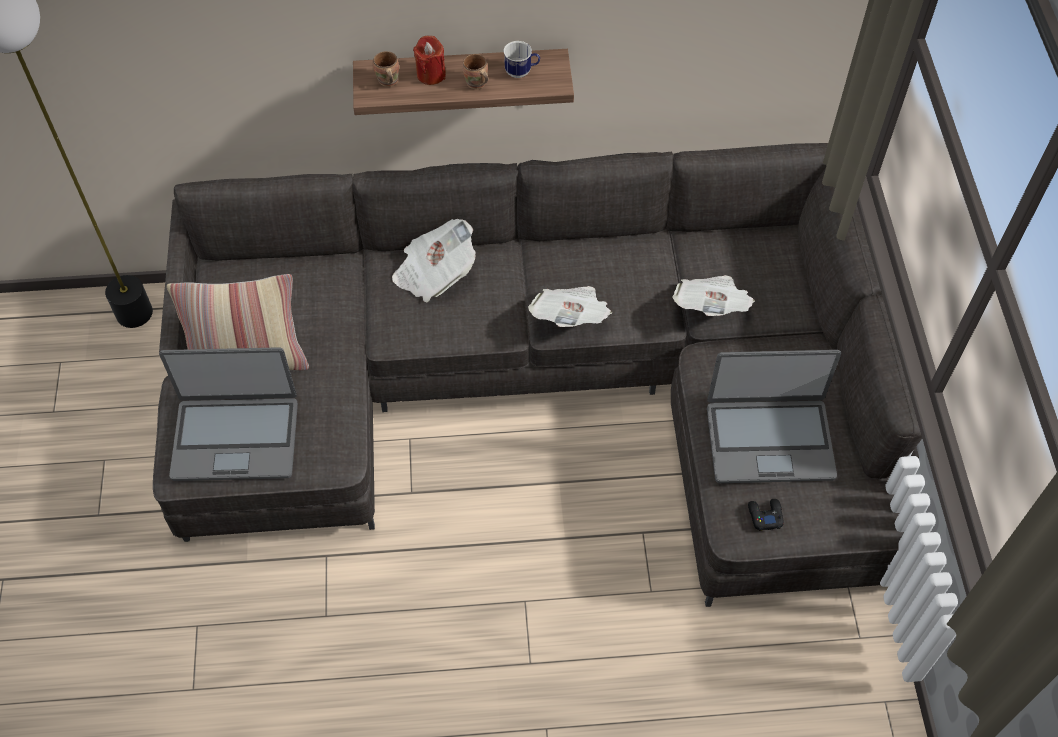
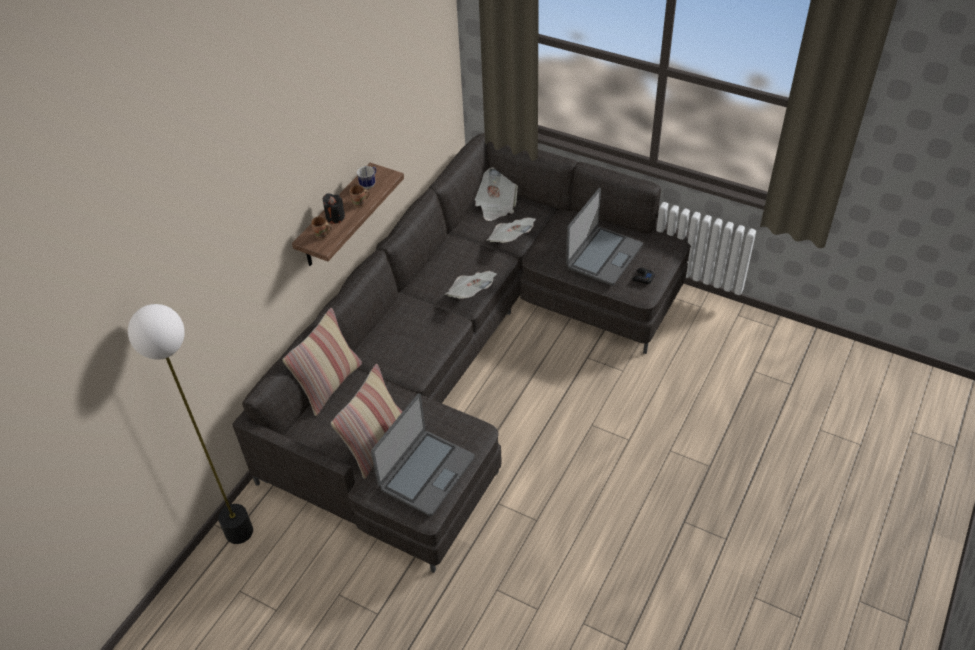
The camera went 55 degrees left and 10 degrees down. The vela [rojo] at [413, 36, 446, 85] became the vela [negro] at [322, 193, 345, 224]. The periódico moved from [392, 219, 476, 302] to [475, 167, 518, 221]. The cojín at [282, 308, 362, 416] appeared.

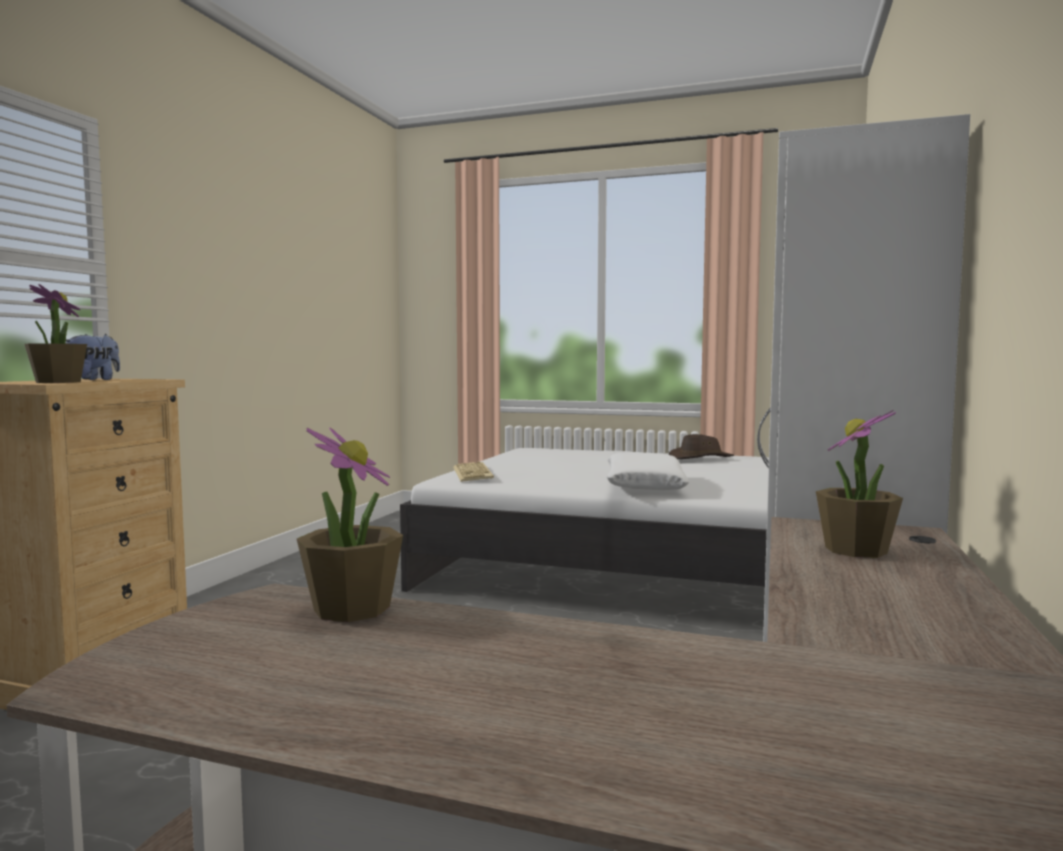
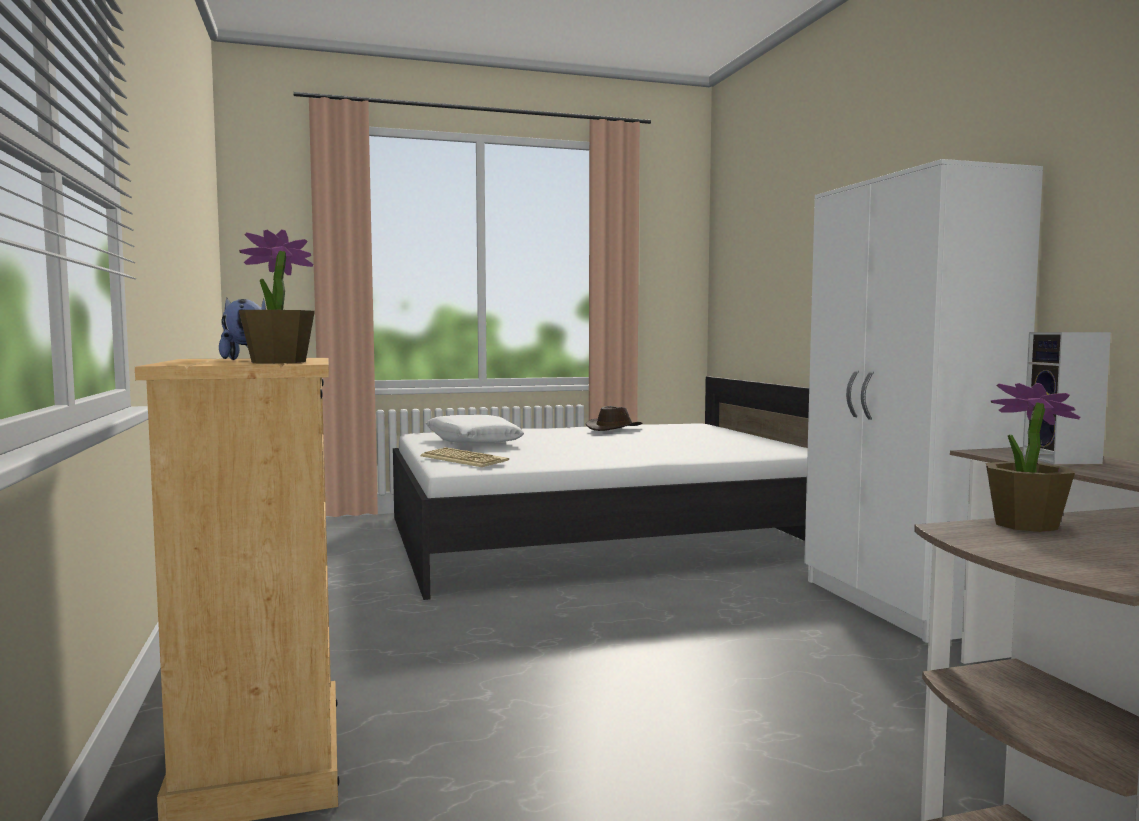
The camera went 35 degrees left and 0 degrees up. The planta en maceta at [816, 410, 903, 558] was replaced by the altavoz at [1023, 332, 1111, 465]. The cojín [blanco] moved from [607, 452, 689, 490] to [426, 415, 524, 443].

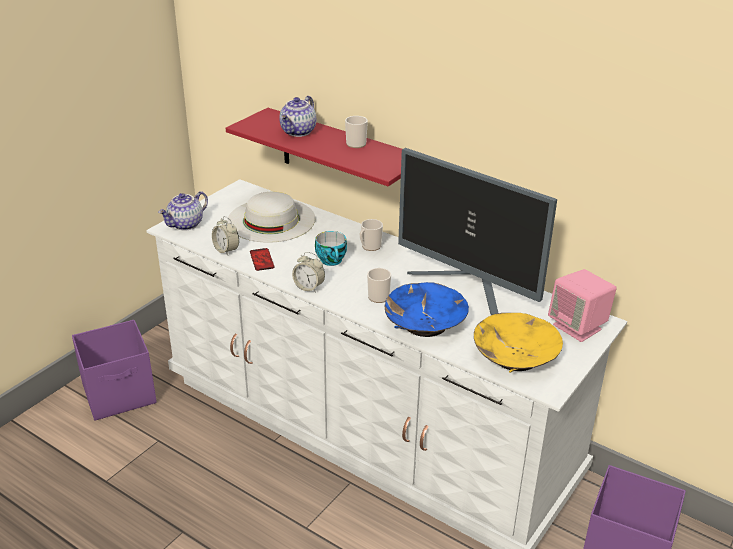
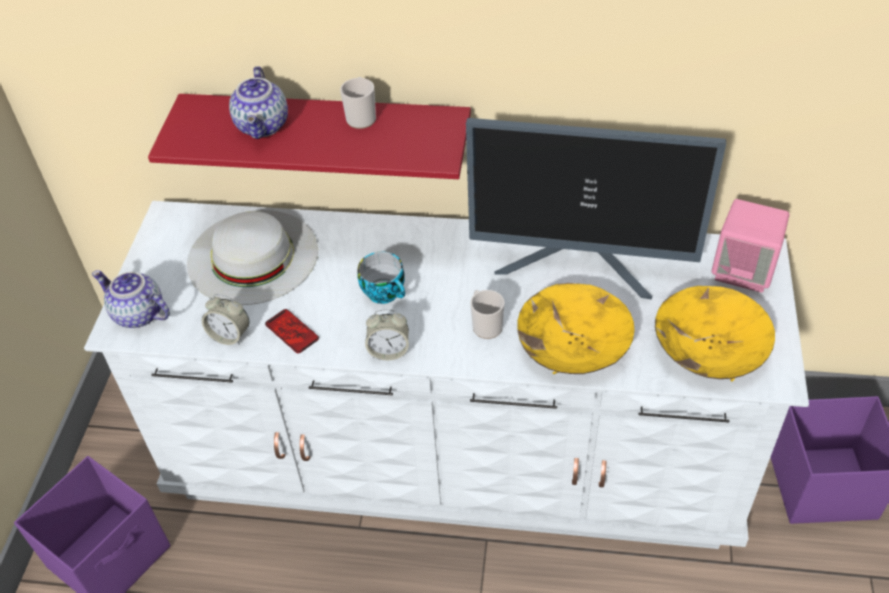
The camera went 25 degrees left and 15 degrees up. The tetera at [158, 191, 208, 231] turned 105 degrees clockwise. The taza grande at [360, 219, 383, 251] disappeared. The cuenco [azul] at [385, 282, 469, 337] became the cuenco [amarillo] at [517, 283, 635, 374].

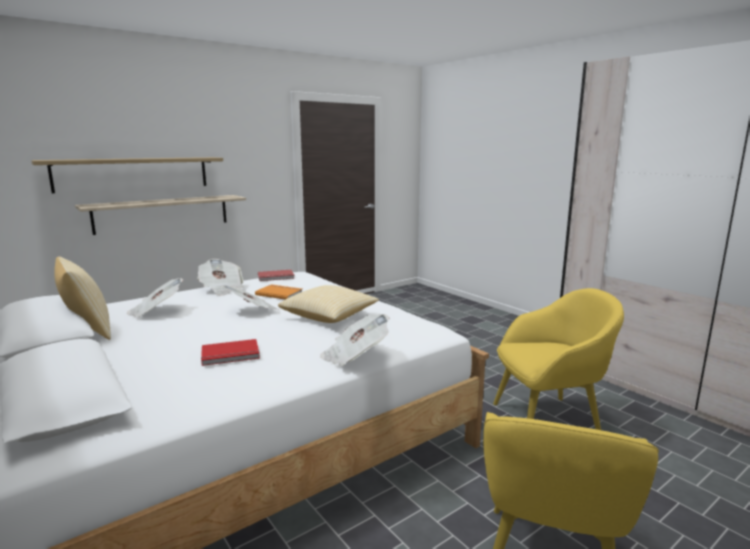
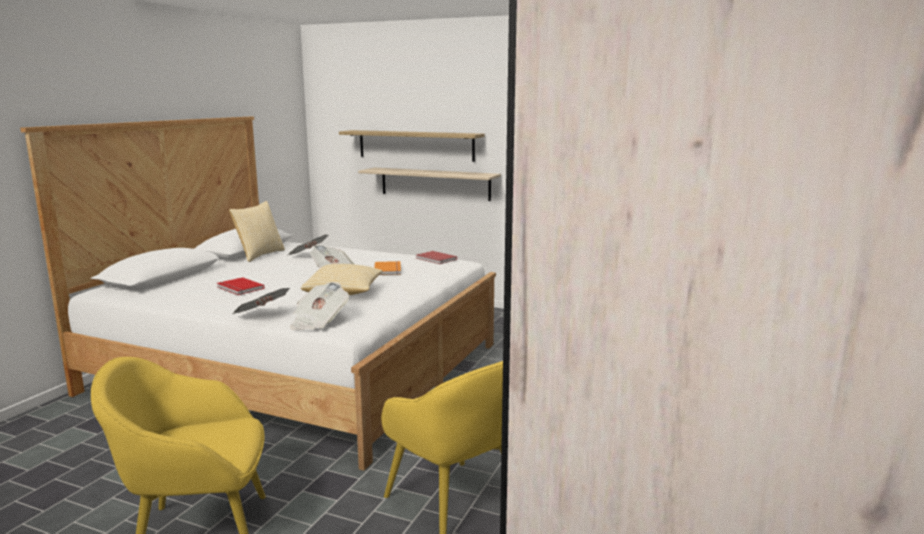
The camera went 60 degrees right and 0 degrees up. The periódico moved from [197, 259, 244, 296] to [290, 282, 349, 330].

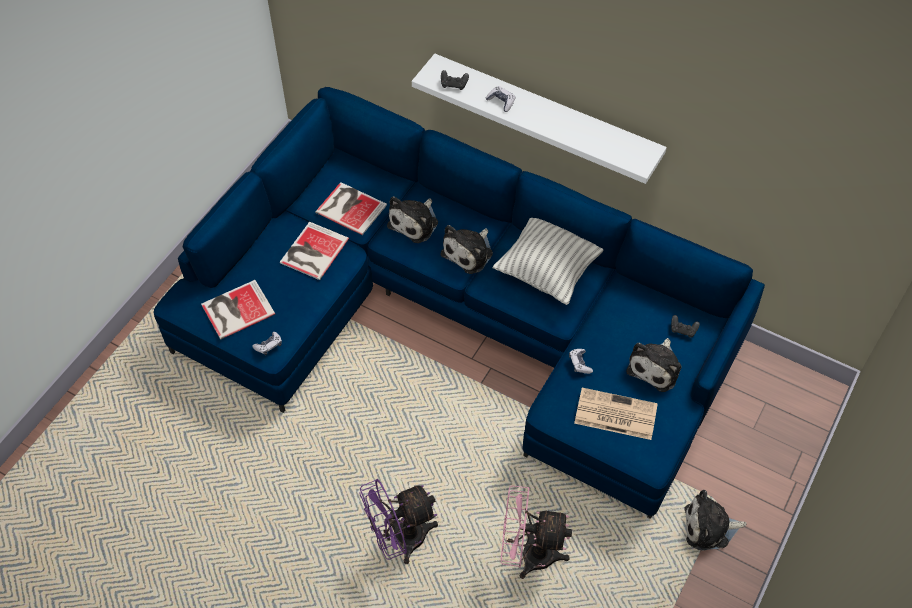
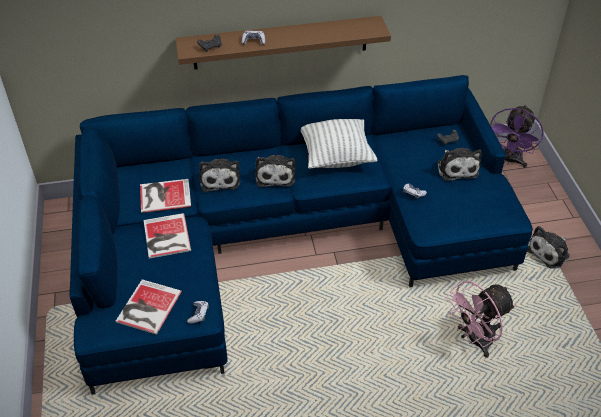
The camera went 40 degrees left and 10 degrees down. The estante [blanco] at [412, 54, 667, 184] became the estante [marrón] at [175, 16, 391, 70]. The periódico at [574, 388, 658, 440] disappeared. The ventilador [morado] moved from [359, 479, 438, 564] to [490, 105, 544, 168].

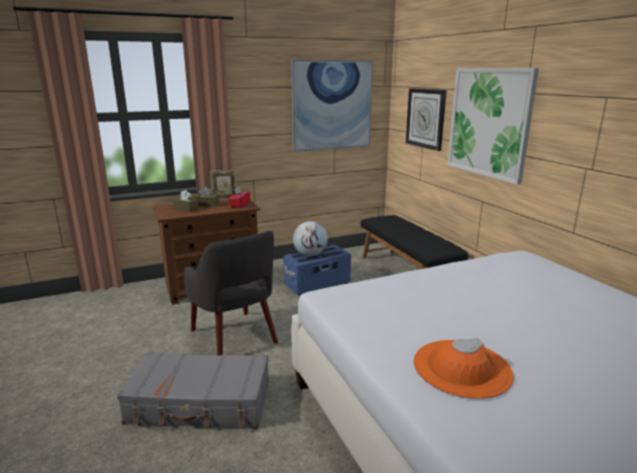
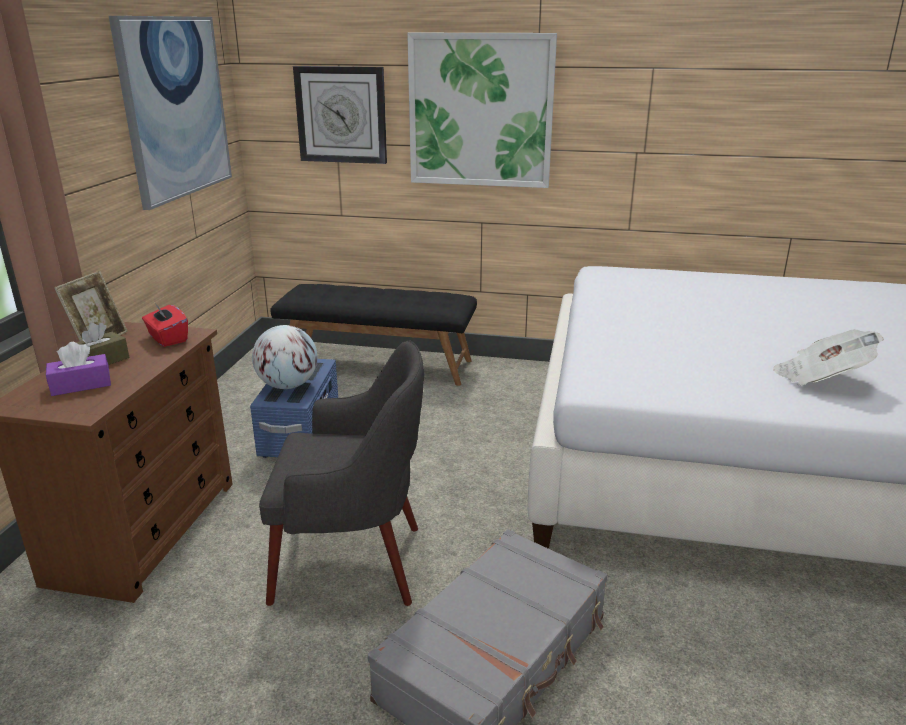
The camera went 55 degrees left and 5 degrees up. The caja de pañuelos [marrón] at [173, 190, 199, 212] became the caja de pañuelos [morado] at [46, 342, 111, 396]. The sombrero [naranja] at [414, 338, 514, 399] was replaced by the periódico at [773, 329, 884, 386].

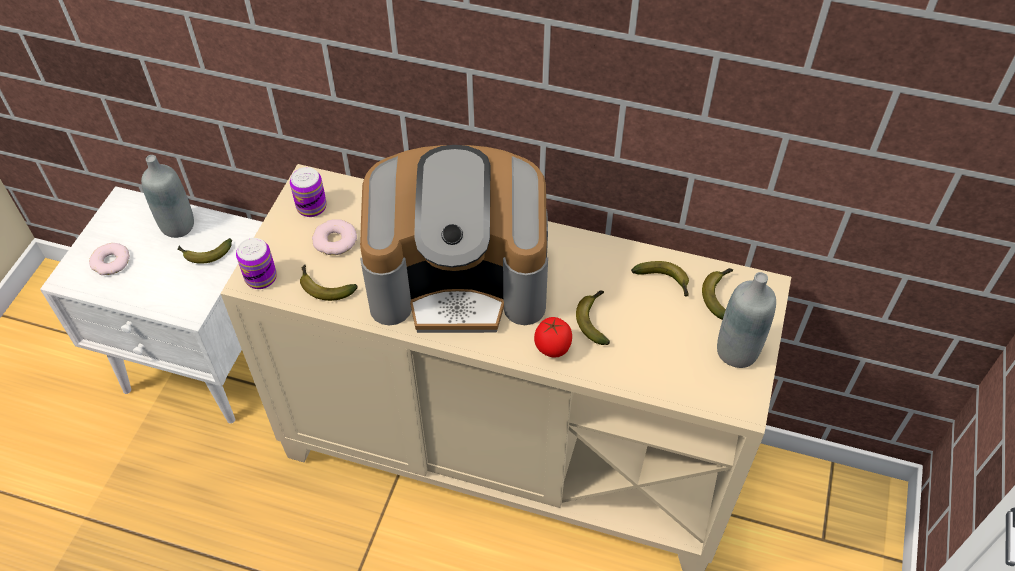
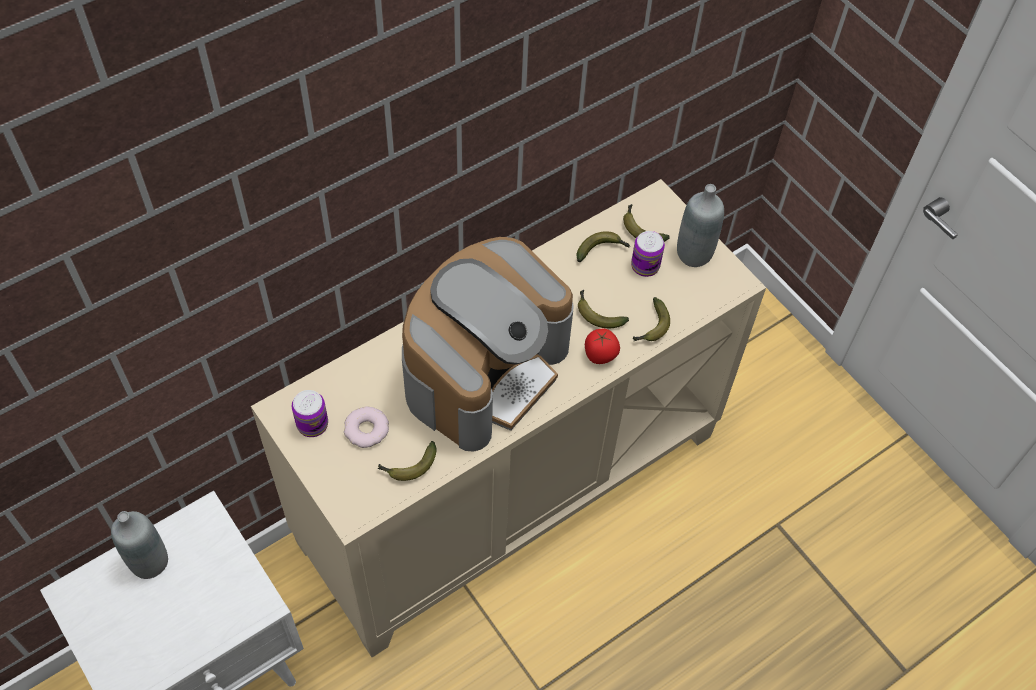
The camera went 55 degrees left and 5 degrees up. The plátano moved from [178, 238, 232, 264] to [633, 297, 670, 341]. The lata moved from [236, 238, 277, 289] to [631, 231, 665, 277]. The rosquilla at [89, 243, 130, 275] disappeared.

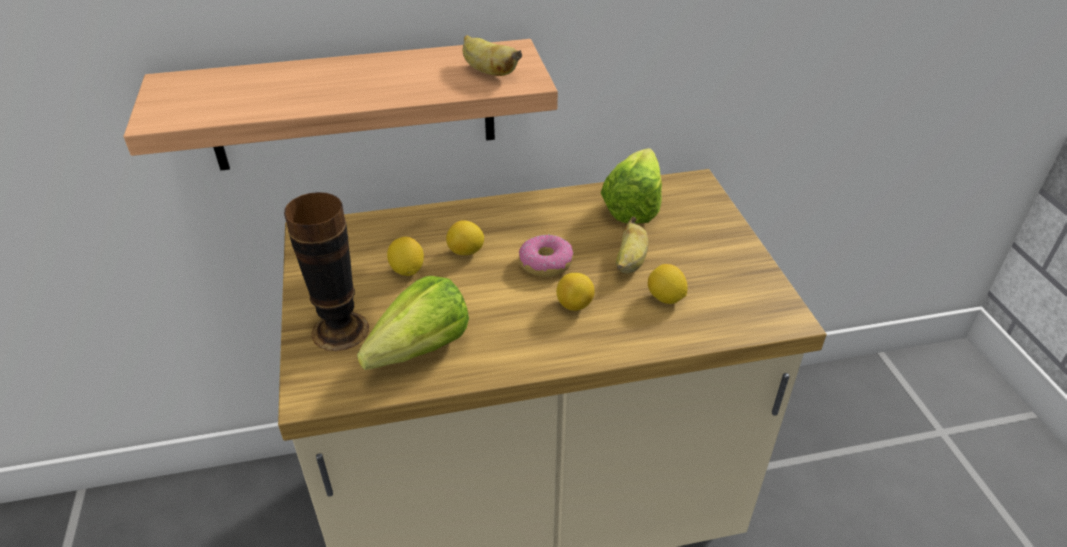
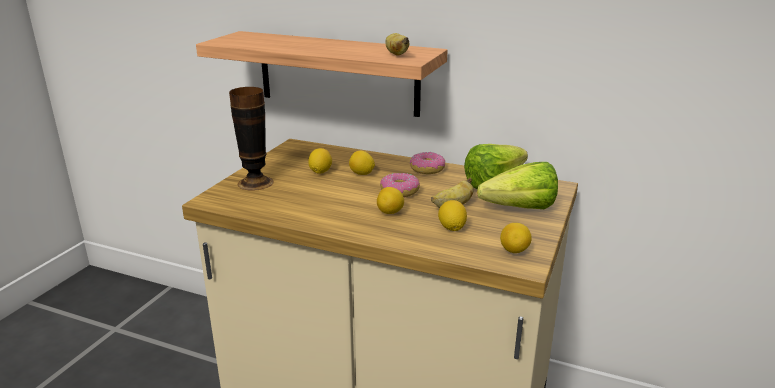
The camera went 35 degrees right and 15 degrees down. The lechuga moved from [357, 276, 469, 370] to [477, 162, 558, 209]. The rosquilla at [410, 152, 445, 174] appeared. The limón at [500, 223, 532, 253] appeared.

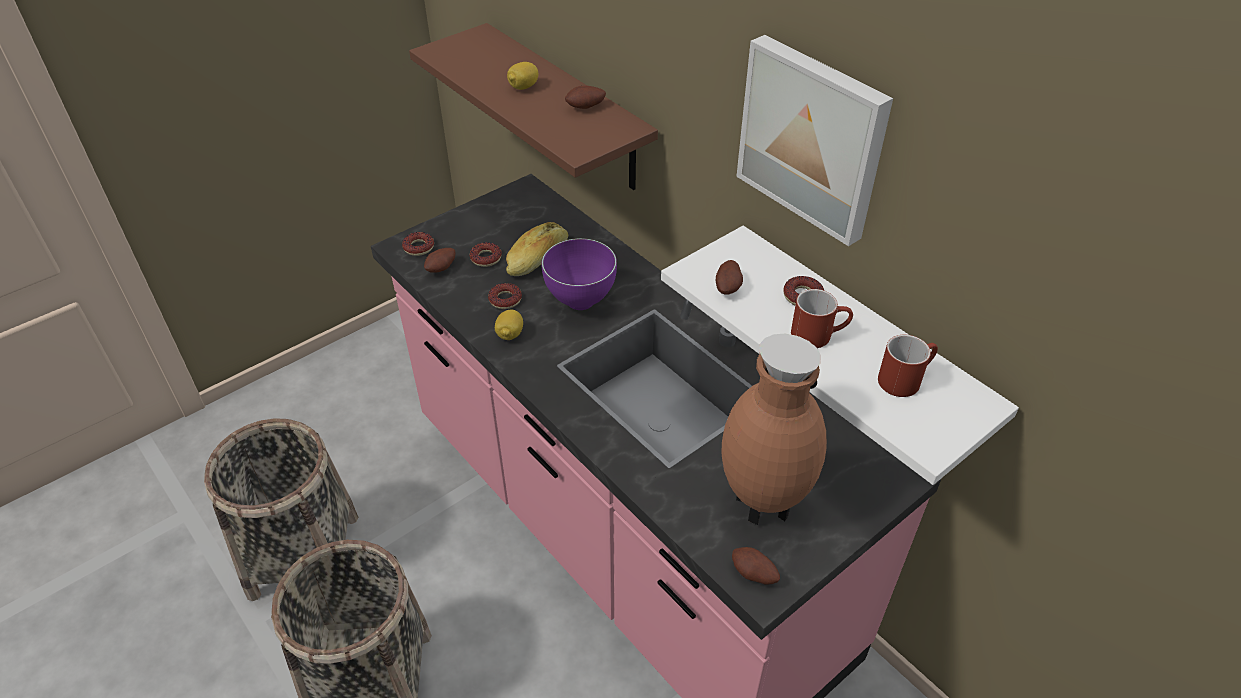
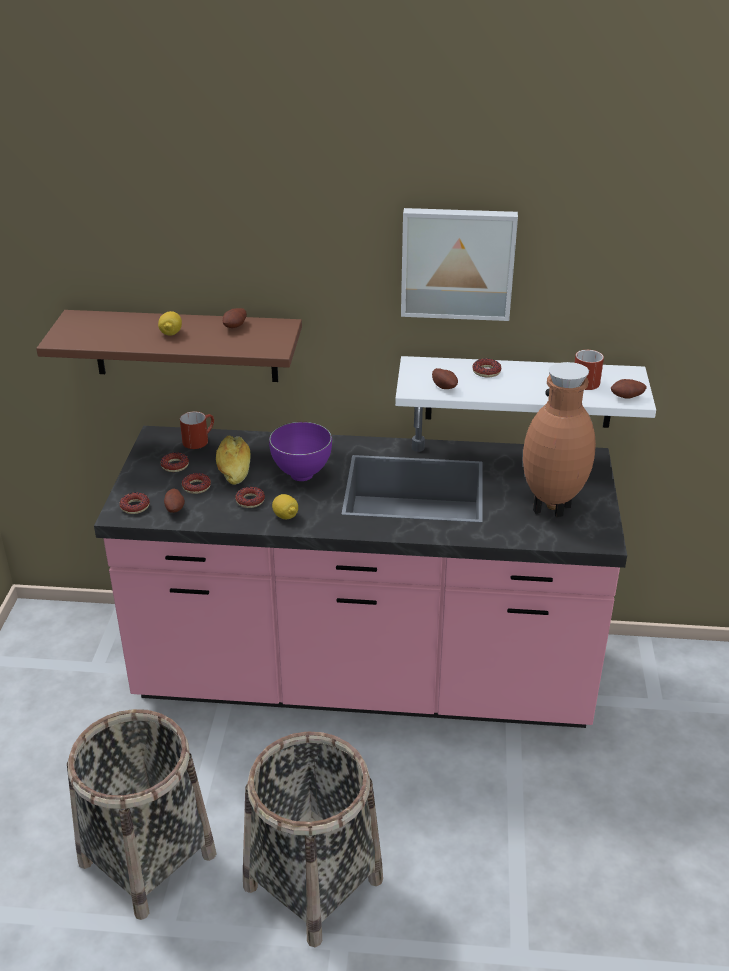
The camera went 45 degrees left and 10 degrees down. The taza grande [rojo] moved from [791, 289, 853, 348] to [180, 411, 214, 449]. The patata moved from [732, 547, 780, 585] to [611, 379, 647, 399]. The rosquilla at [161, 452, 189, 472] appeared.

